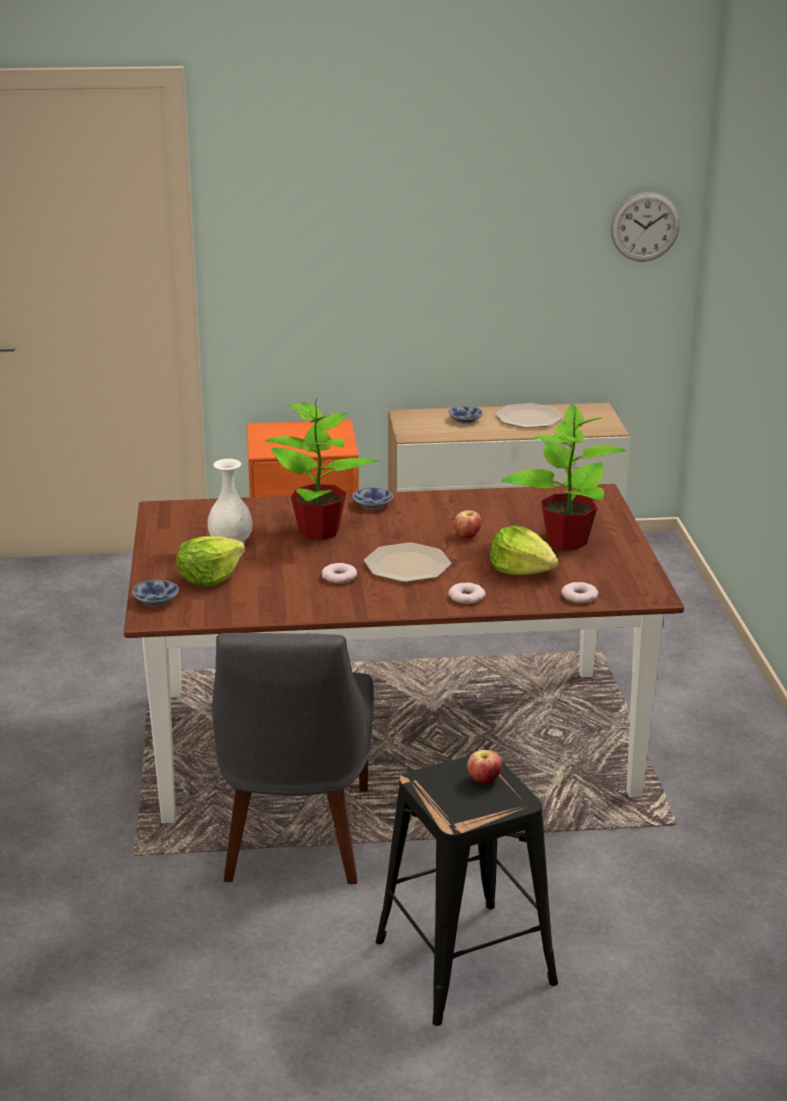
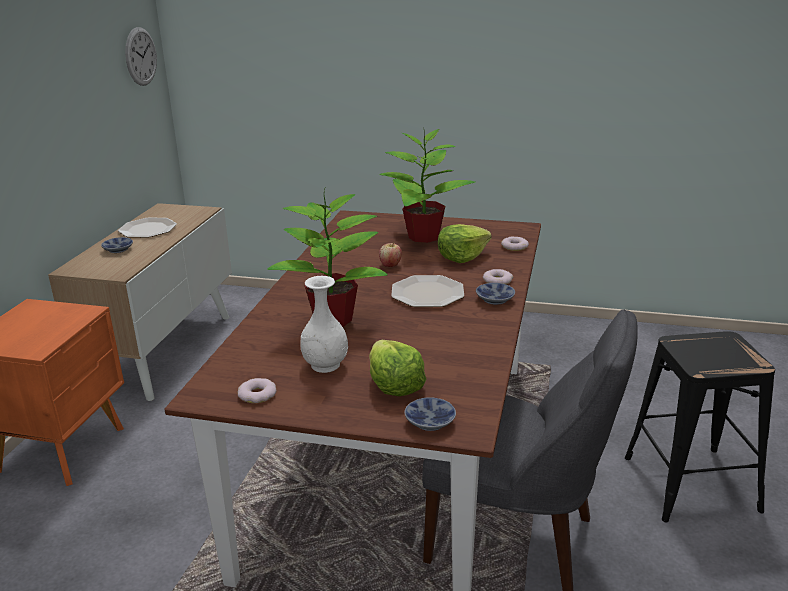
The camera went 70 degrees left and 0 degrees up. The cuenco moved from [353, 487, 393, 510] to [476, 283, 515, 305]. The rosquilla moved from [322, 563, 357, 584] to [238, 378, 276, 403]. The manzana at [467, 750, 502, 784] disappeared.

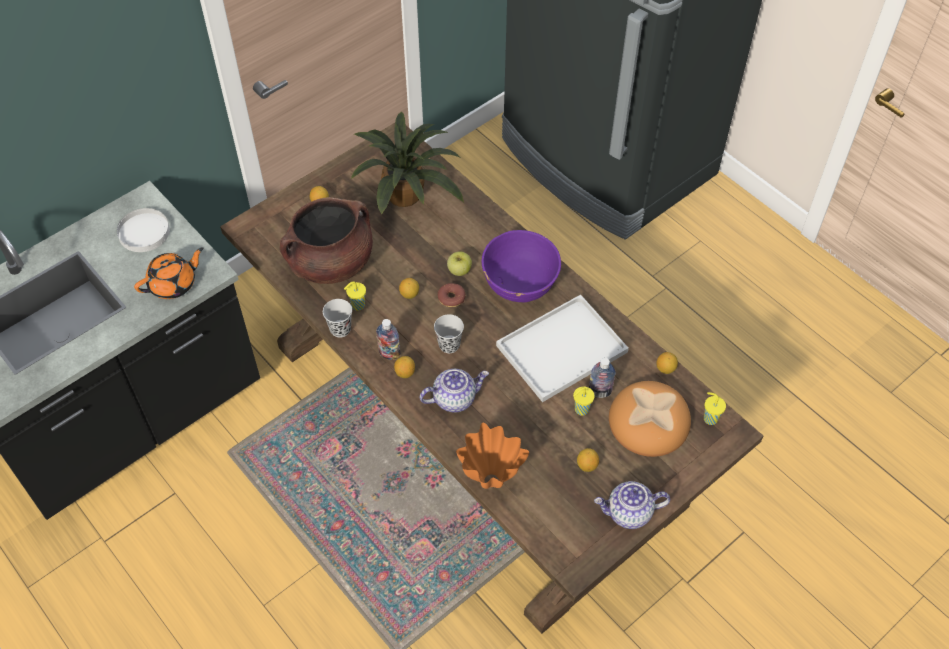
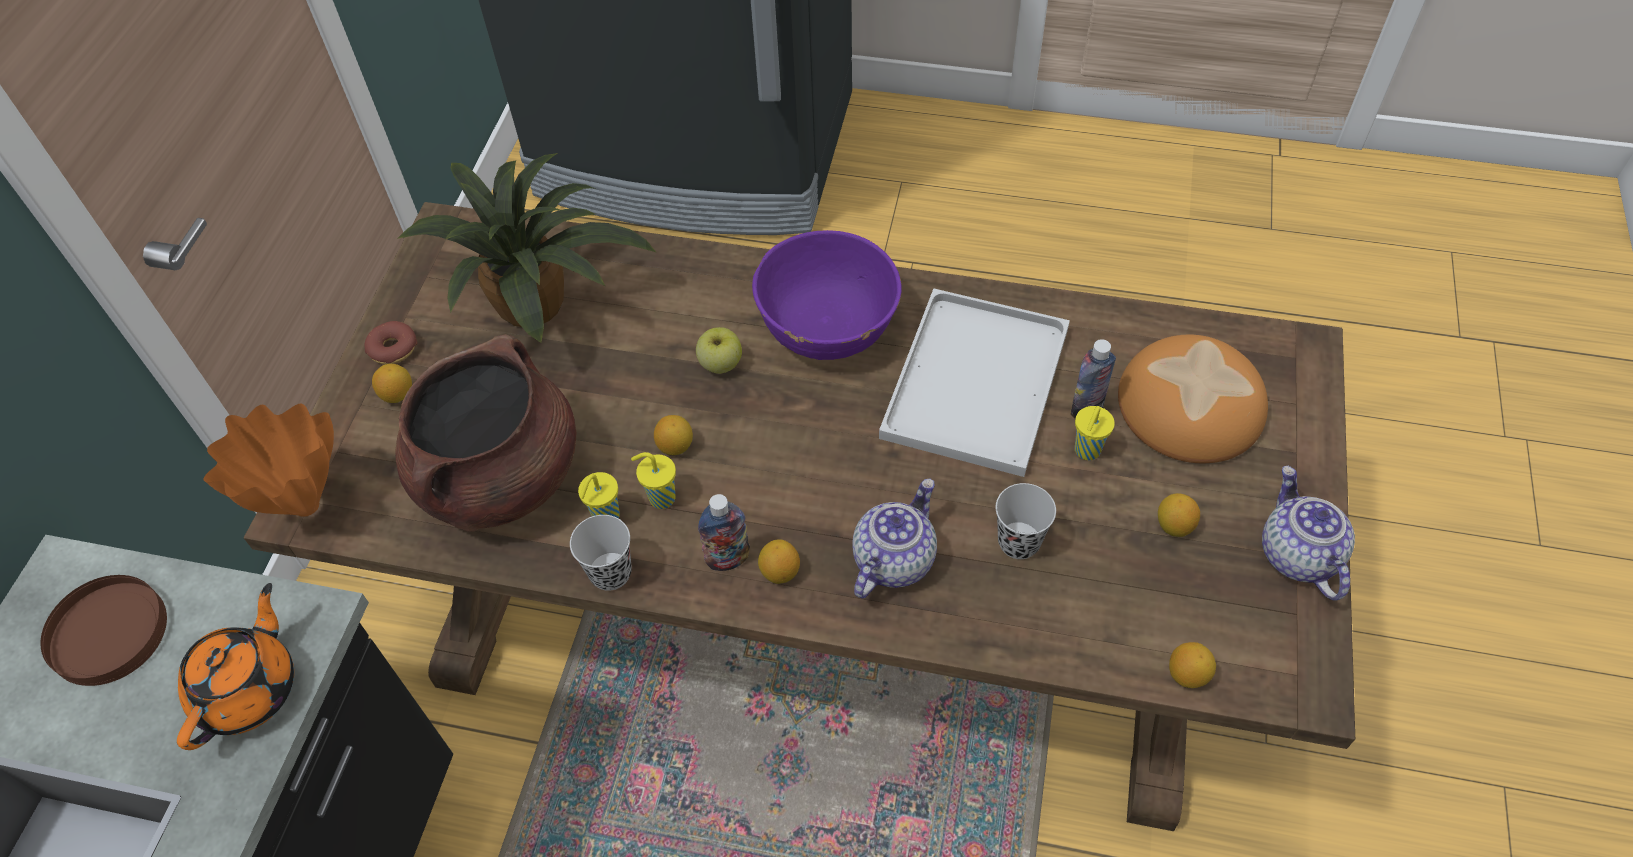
The camera went 35 degrees left and 0 degrees up. The plato [blanco] at [117, 208, 170, 252] became the plato [marrón] at [41, 575, 167, 686]. The rosquilla moved from [438, 283, 466, 307] to [365, 321, 417, 364]. The taza [negro] moved from [434, 314, 464, 353] to [996, 483, 1056, 559]. The limón moved from [656, 352, 678, 374] to [1169, 642, 1216, 688]. The taza [amarillo] moved from [704, 392, 726, 425] to [631, 452, 676, 509]. The florero [naranja] moved from [456, 423, 529, 489] to [204, 404, 334, 517]. The tetera at [594, 481, 670, 529] turned 120 degrees clockwise.

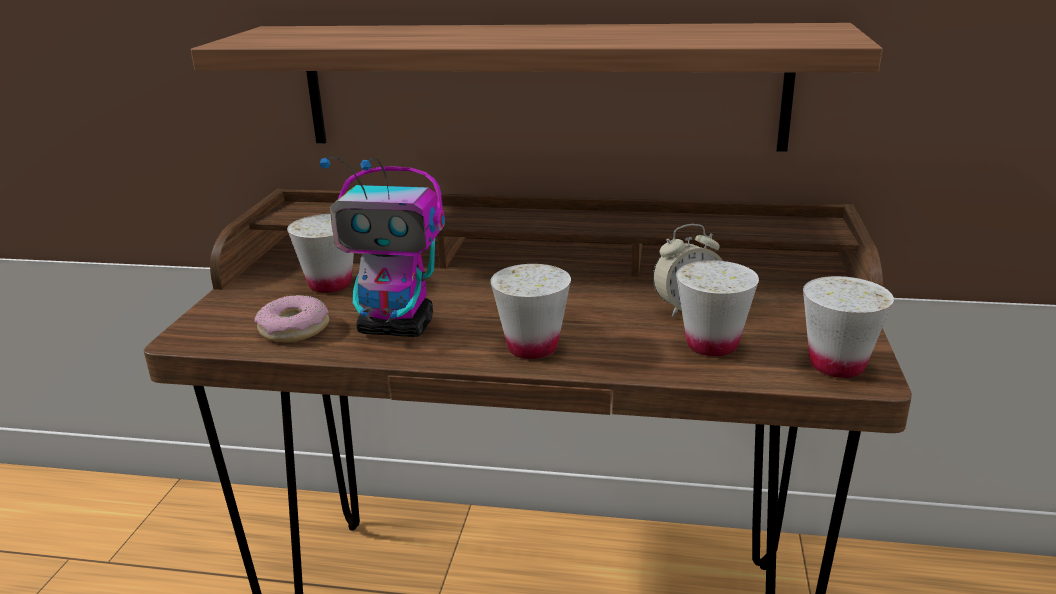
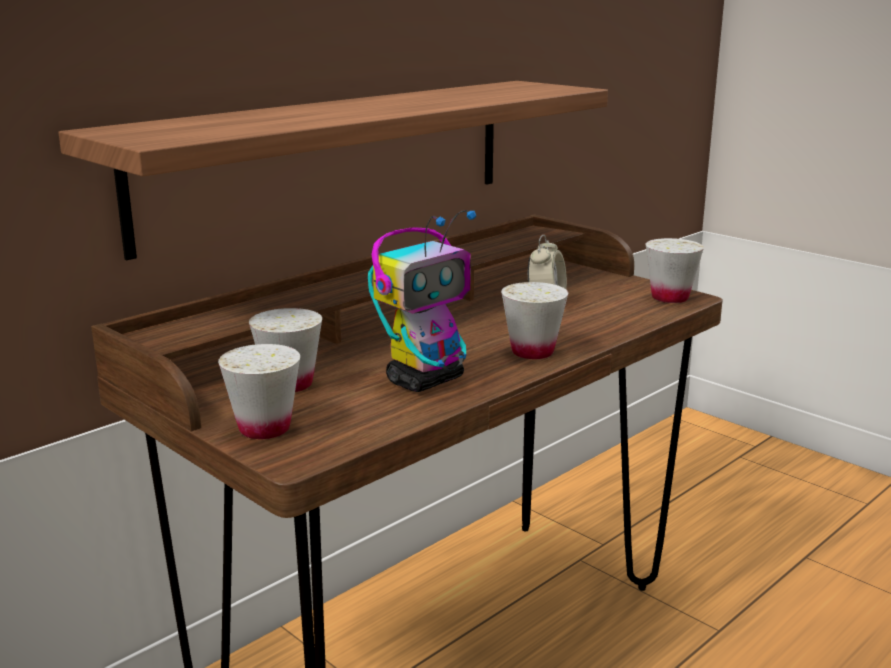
The camera went 55 degrees left and 5 degrees down. The taza [blanco] moved from [676, 260, 759, 356] to [218, 344, 300, 439]. The rosquilla at [255, 295, 329, 342] disappeared.

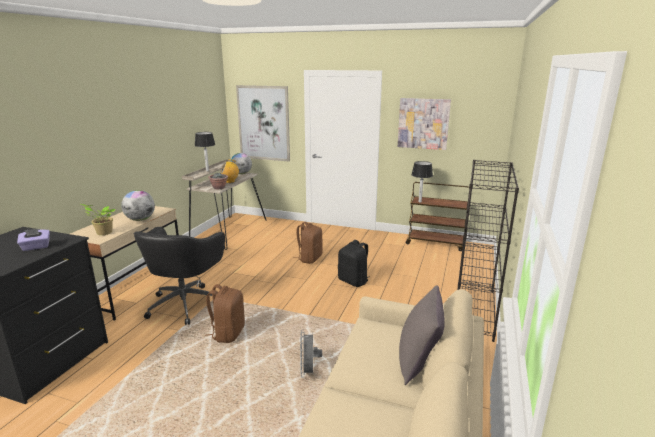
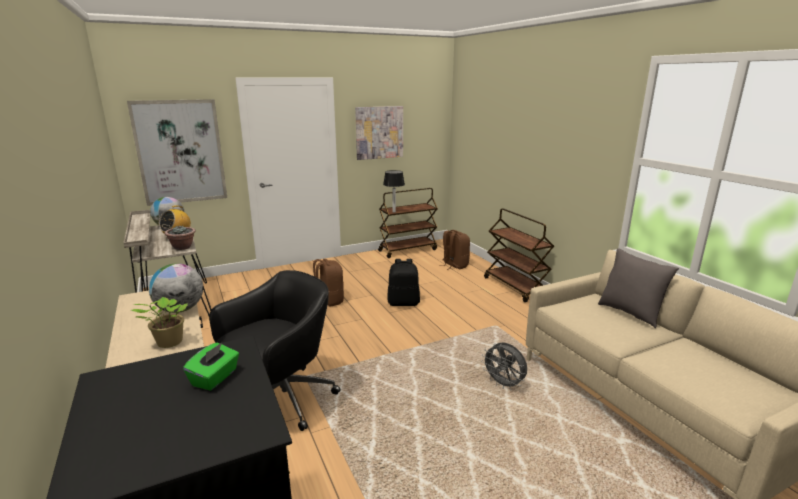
The camera went 45 degrees left and 0 degrees up. The lámpara de mesa at [195, 132, 215, 171] disappeared. The estantería [negro] at [458, 160, 519, 342] was replaced by the carrito [marrón] at [484, 208, 554, 302]. The silla de oficina [negro] at [133, 227, 225, 325] turned 105 degrees counterclockwise. The caja de pañuelos [morado] at [17, 229, 50, 251] became the caja de pañuelos [verde] at [183, 342, 239, 391]. The mochila [marrón] moved from [205, 284, 245, 343] to [440, 230, 470, 270].

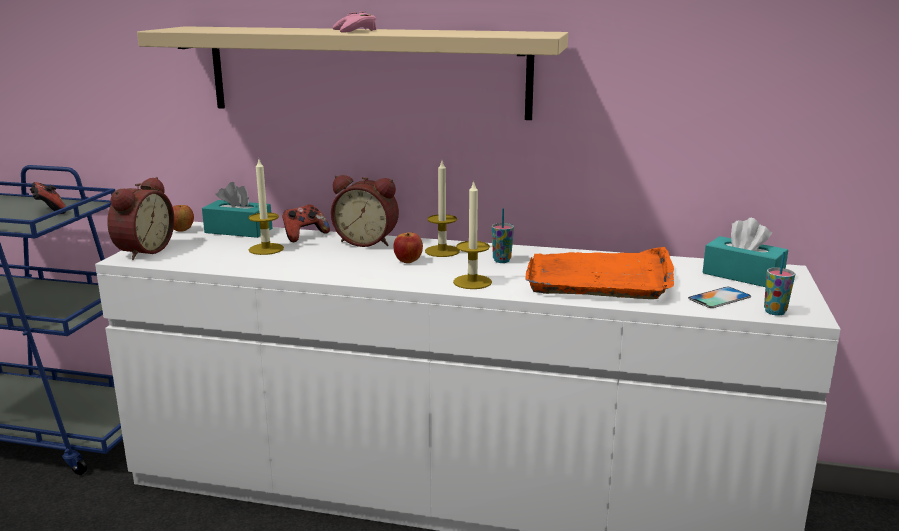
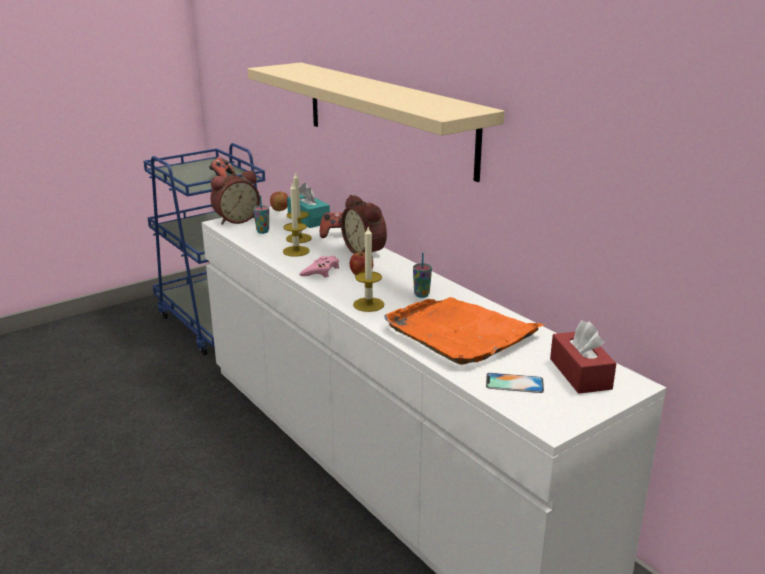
The camera went 40 degrees right and 5 degrees up. The mando de consola [rosa] moved from [332, 11, 377, 33] to [299, 256, 339, 277]. The vela moved from [425, 161, 460, 257] to [283, 183, 310, 257]. The caja de pañuelos [turquesa] at [702, 218, 788, 287] became the caja de pañuelos [rojo] at [550, 320, 617, 394]. The taza moved from [764, 251, 795, 316] to [253, 195, 269, 234].

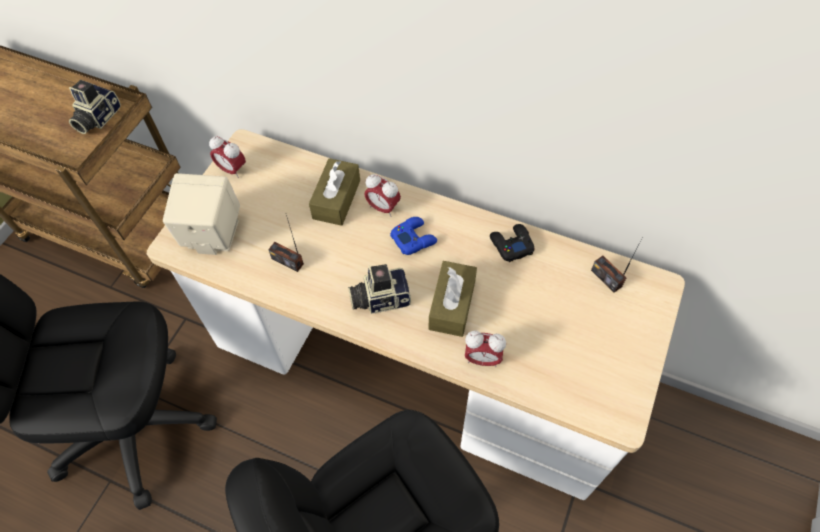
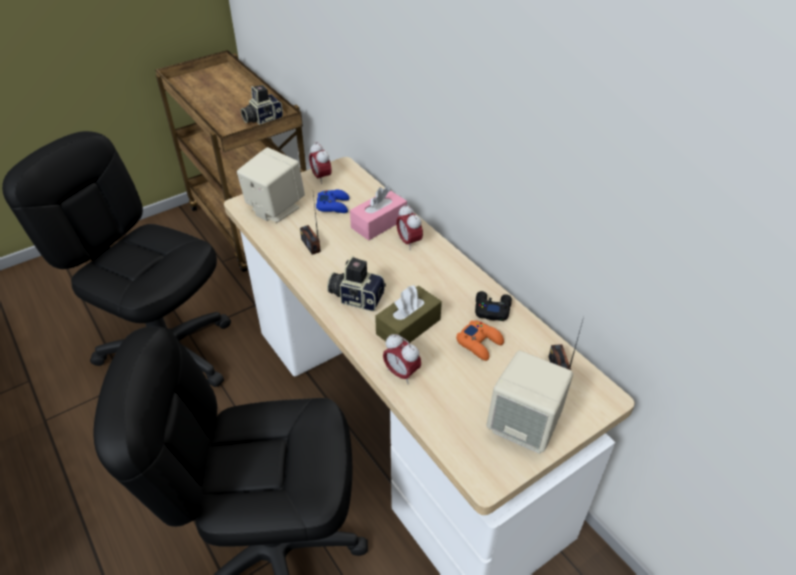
The camera went 30 degrees right and 15 degrees down. The caja de pañuelos [marrón] at [309, 158, 360, 226] became the caja de pañuelos [rosa] at [350, 186, 407, 240]. The mando de consola [azul] moved from [390, 217, 437, 255] to [316, 190, 349, 213]. The mando de consola [naranja] at [456, 320, 504, 361] appeared. The altavoz [beis] at [486, 351, 573, 454] appeared.

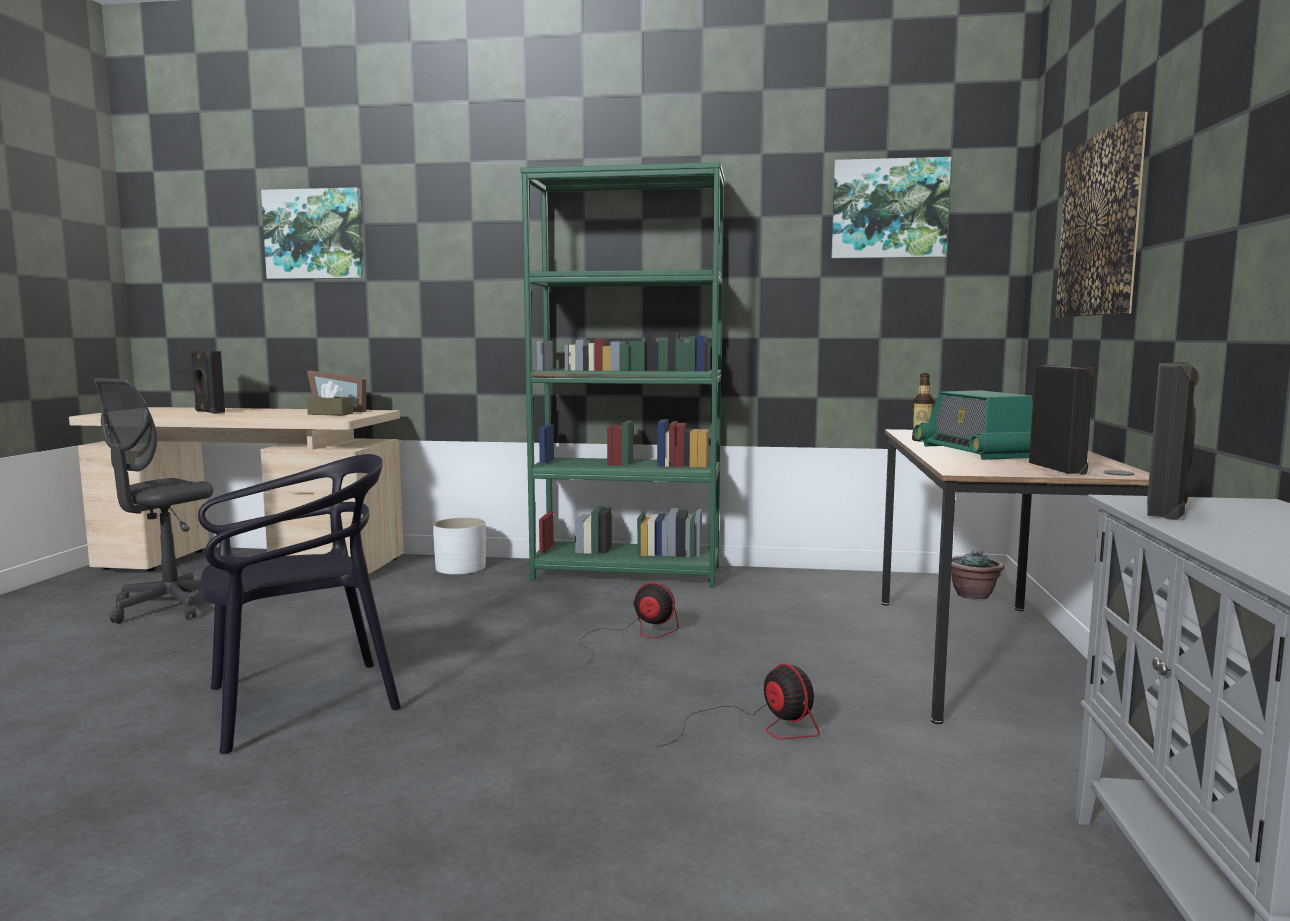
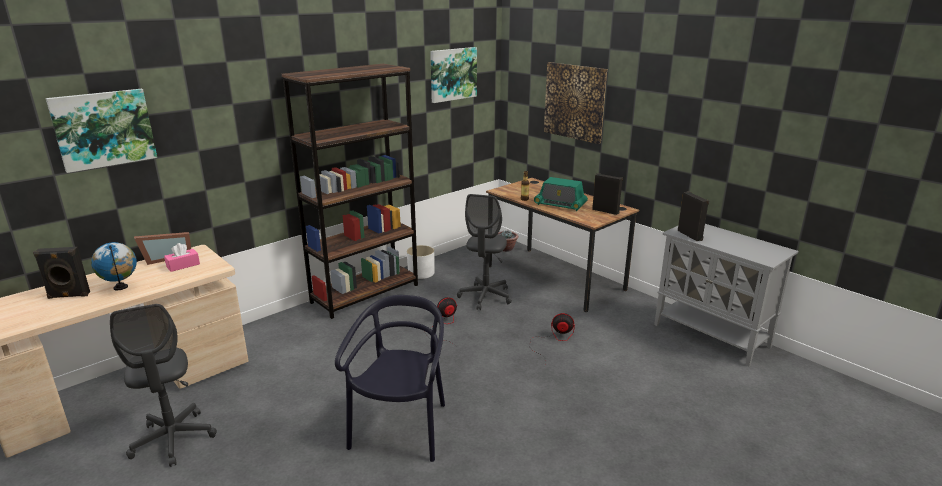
The camera went 50 degrees left and 15 degrees up. The estantería [verde] at [520, 162, 725, 588] became the estantería [marrón] at [282, 64, 418, 319]. The caja de pañuelos [marrón] at [307, 381, 353, 415] became the caja de pañuelos [rosa] at [164, 243, 200, 272]. The maceta [blanco] moved from [433, 518, 485, 575] to [407, 245, 434, 279]. The silla de oficina [gris] at [457, 194, 512, 310] appeared. The globo terráqueo at [91, 242, 137, 290] appeared.

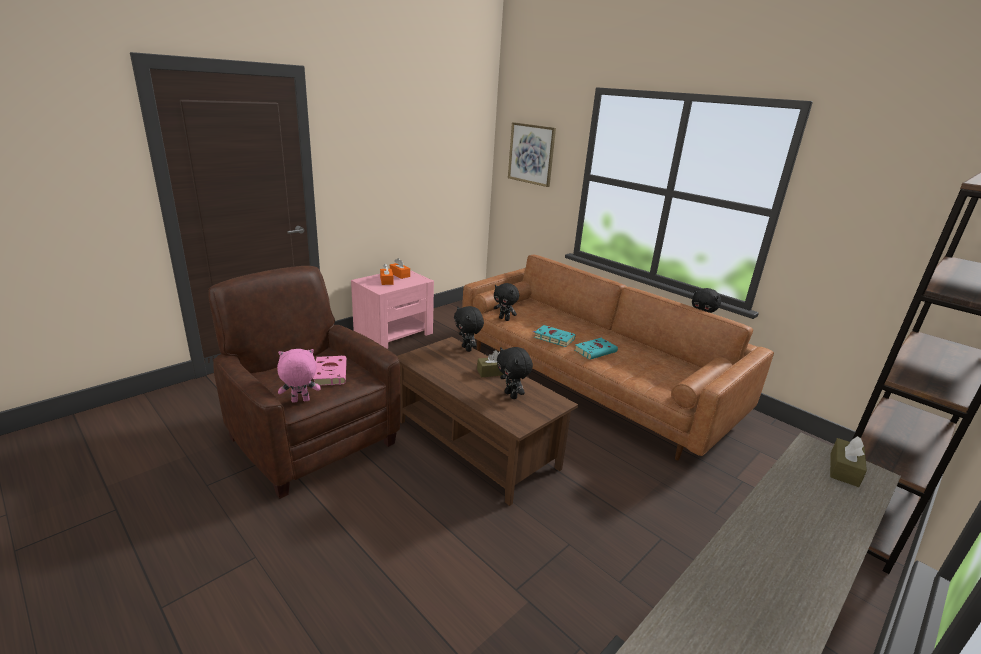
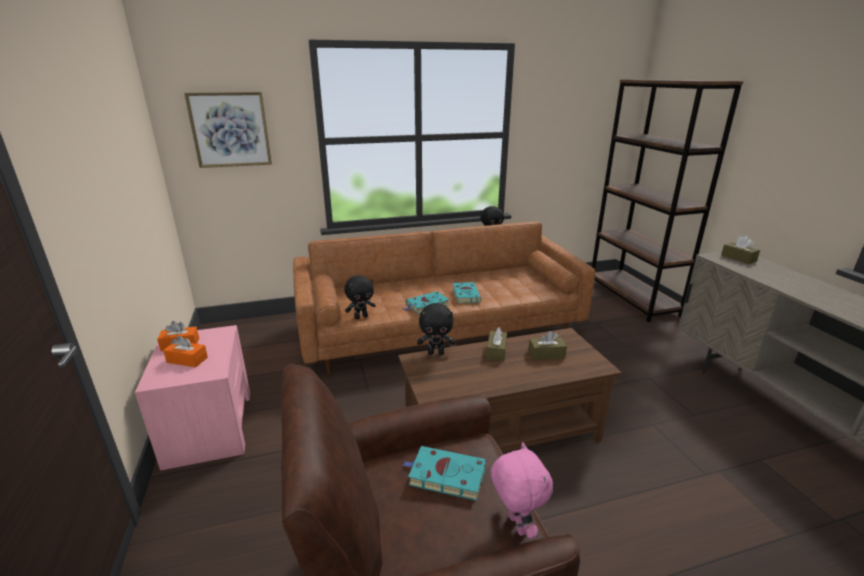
The camera went 60 degrees left and 0 degrees up. The peluche [negro] at [497, 347, 533, 399] was replaced by the caja de pañuelos [marrón] at [528, 331, 567, 360]. The peluche [rosa] at [277, 349, 320, 403] turned 150 degrees clockwise. The libro [rosa] at [313, 356, 347, 386] became the libro [turquesa] at [402, 446, 486, 501].

